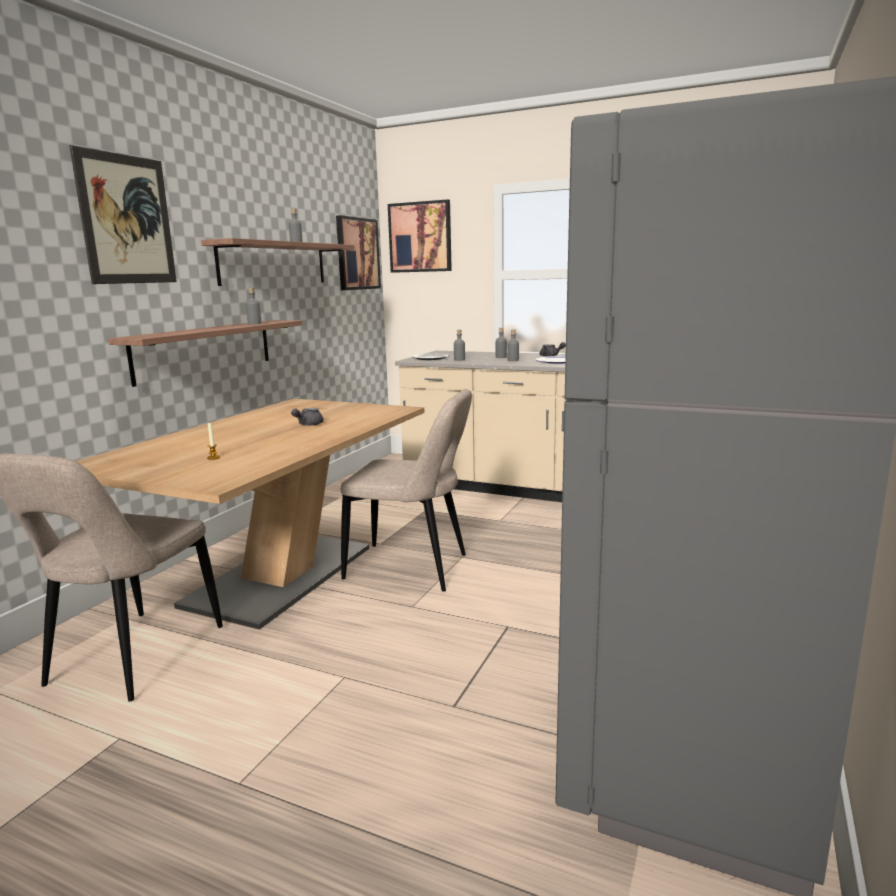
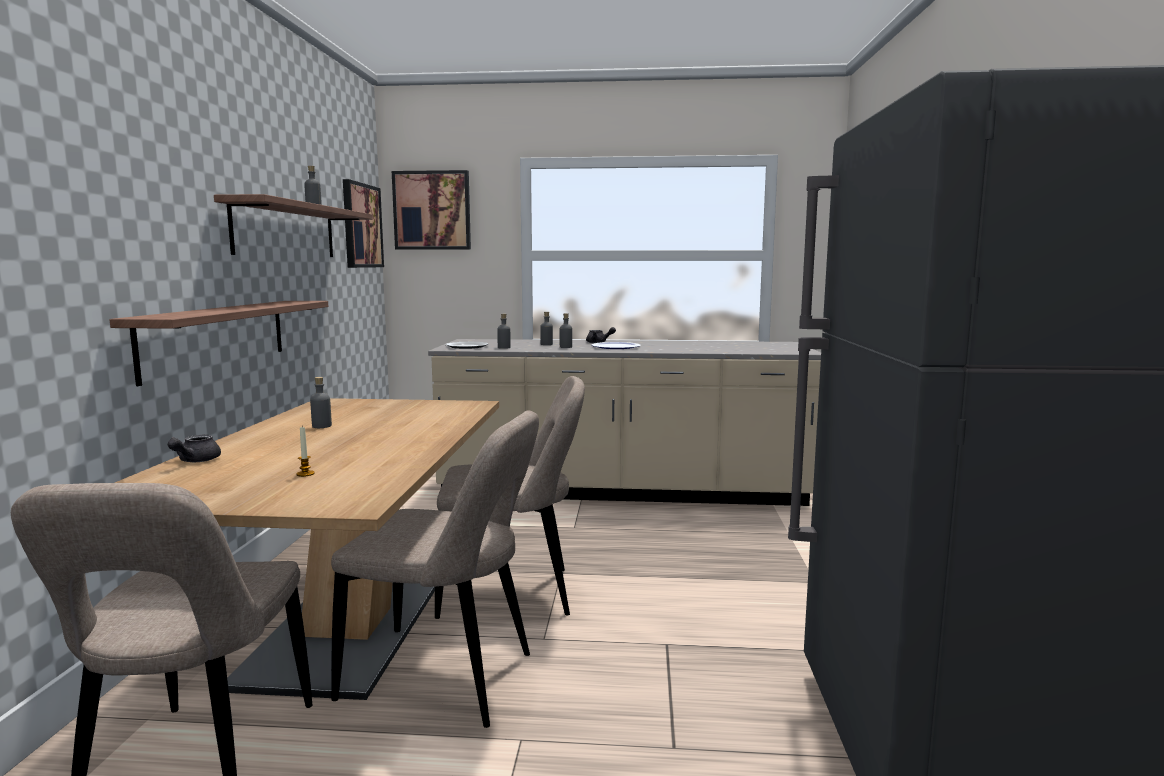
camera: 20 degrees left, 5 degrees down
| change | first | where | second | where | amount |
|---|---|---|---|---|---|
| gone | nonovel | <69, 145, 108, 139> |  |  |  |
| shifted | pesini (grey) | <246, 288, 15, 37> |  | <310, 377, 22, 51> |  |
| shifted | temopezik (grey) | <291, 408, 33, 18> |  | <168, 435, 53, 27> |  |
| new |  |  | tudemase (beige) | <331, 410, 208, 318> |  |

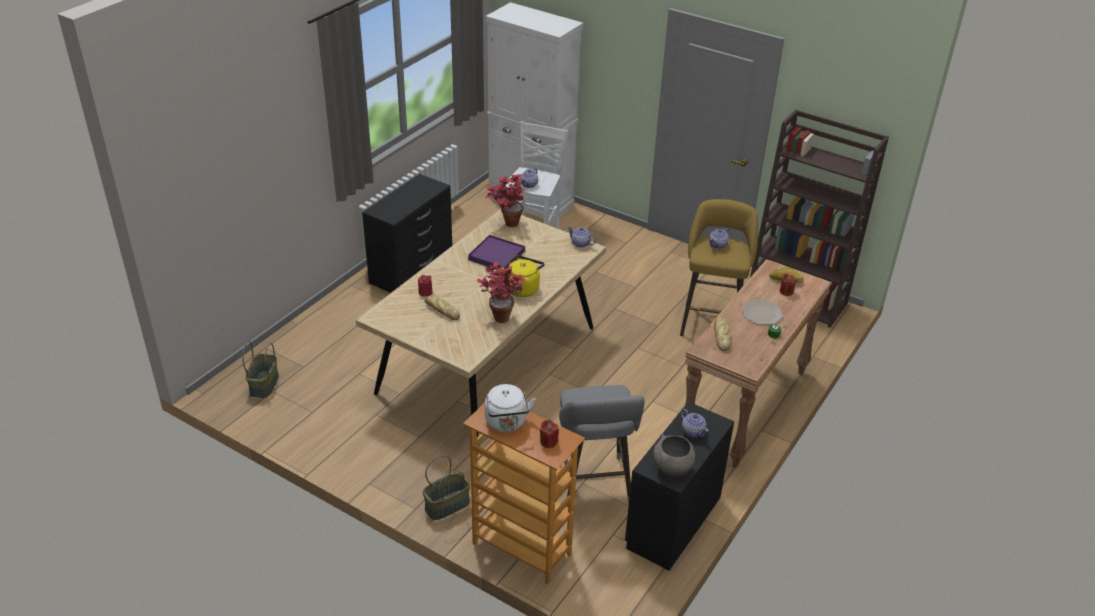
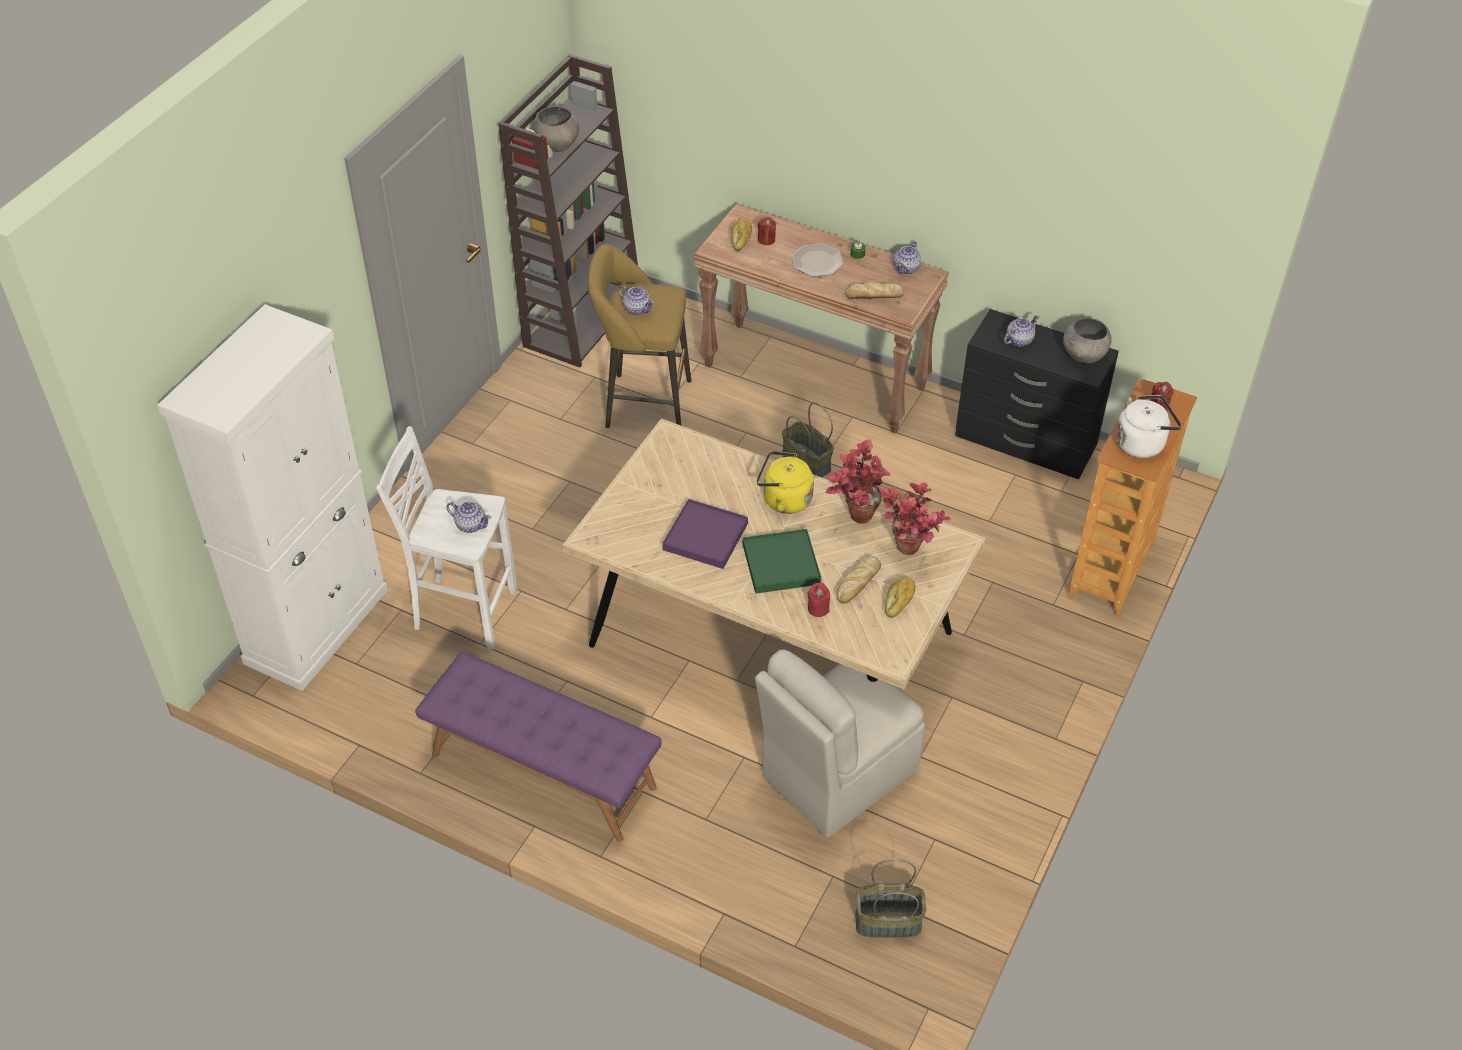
camera: 95 degrees left, 10 degrees up
| change | first | where | second | where | amount |
|---|---|---|---|---|---|
| swapped | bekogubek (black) | <362, 174, 90, 119> | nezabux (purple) | <415, 652, 246, 190> |  |
| shifted | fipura | <423, 455, 47, 65> |  | <782, 402, 52, 76> |  |
| shifted | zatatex | <486, 174, 39, 53> |  | <879, 483, 72, 72> |  |
| gone | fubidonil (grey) | <559, 385, 86, 122> |  |  |  |
| shifted | temopezik | <567, 227, 29, 21> |  | <893, 241, 28, 34> |  |
| new |  |  | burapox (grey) | <533, 103, 46, 49> |  |
| new |  |  | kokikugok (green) | <743, 529, 78, 65> |  |
| new |  |  | tudemase (beige) | <755, 649, 170, 189> |  |
| new |  |  | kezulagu | <885, 577, 30, 41> |  |

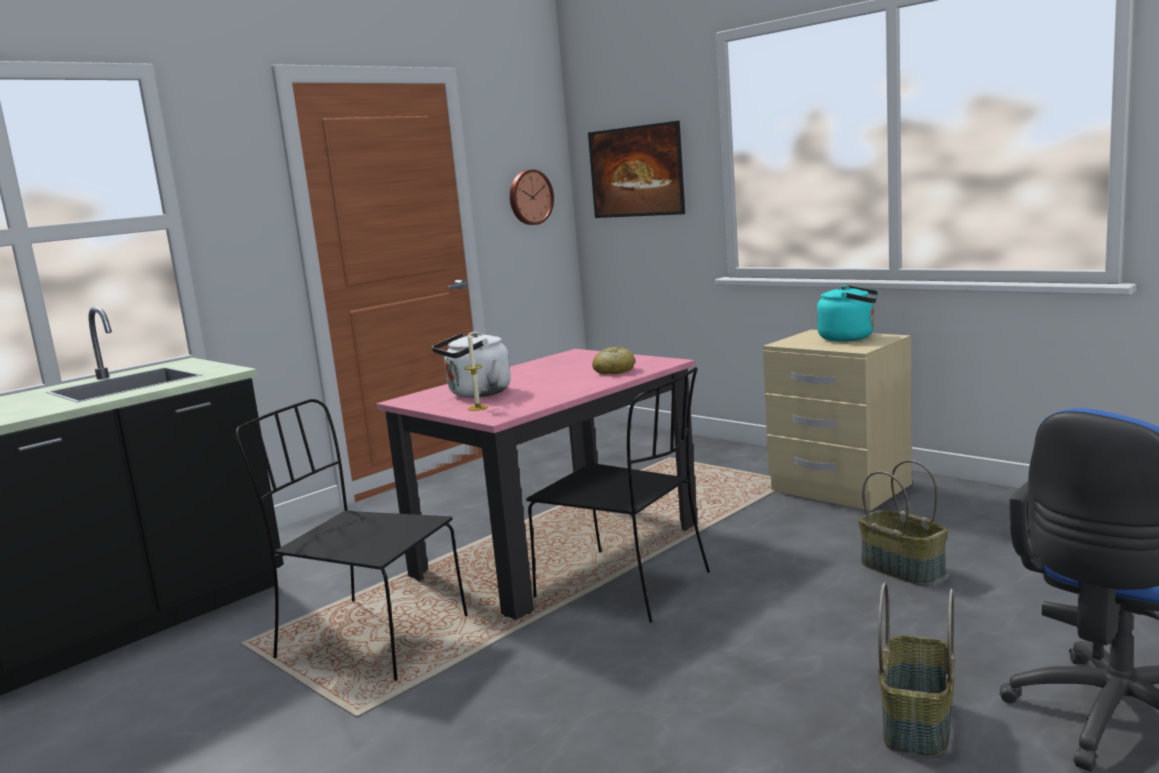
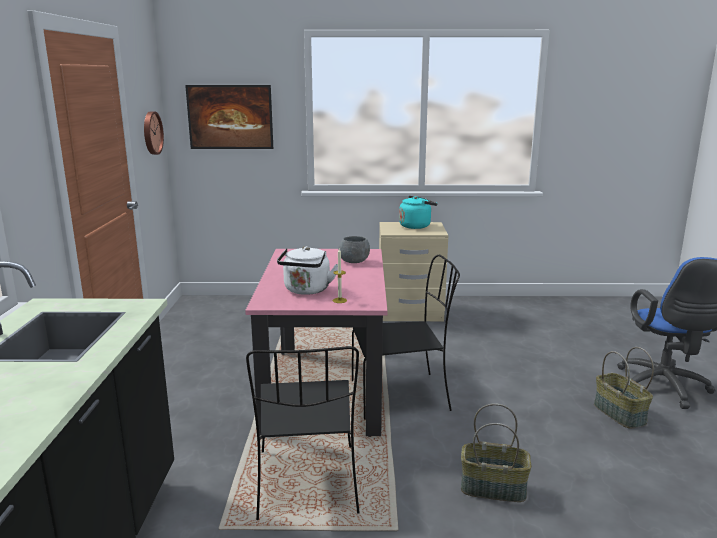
camera: 45 degrees left, 5 degrees up
| change | first | where | second | where | amount |
|---|---|---|---|---|---|
| rotated | tudemase (black) | <236, 399, 232, 282> |  | <246, 346, 114, 174> | 75 degrees counterclockwise |
| swapped | kezulagu | <592, 346, 43, 28> | burapox (grey) | <338, 236, 32, 27> |  |
| shifted | fipura | <858, 460, 90, 126> |  | <461, 403, 70, 99> |  |

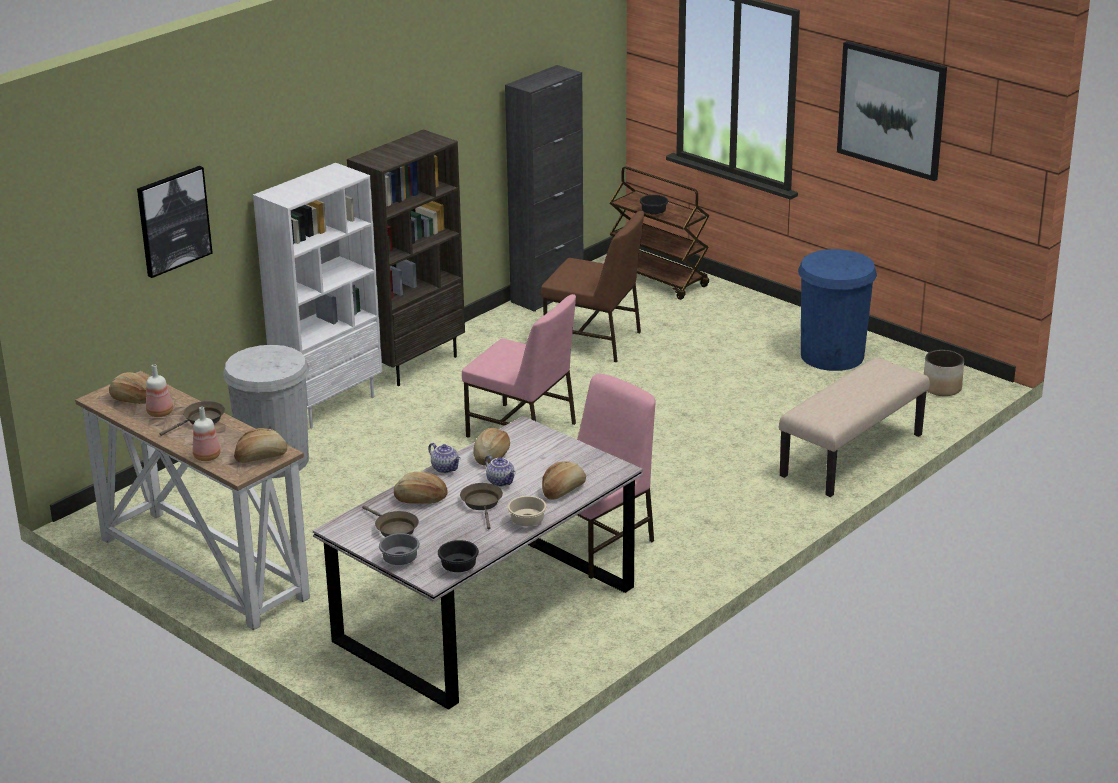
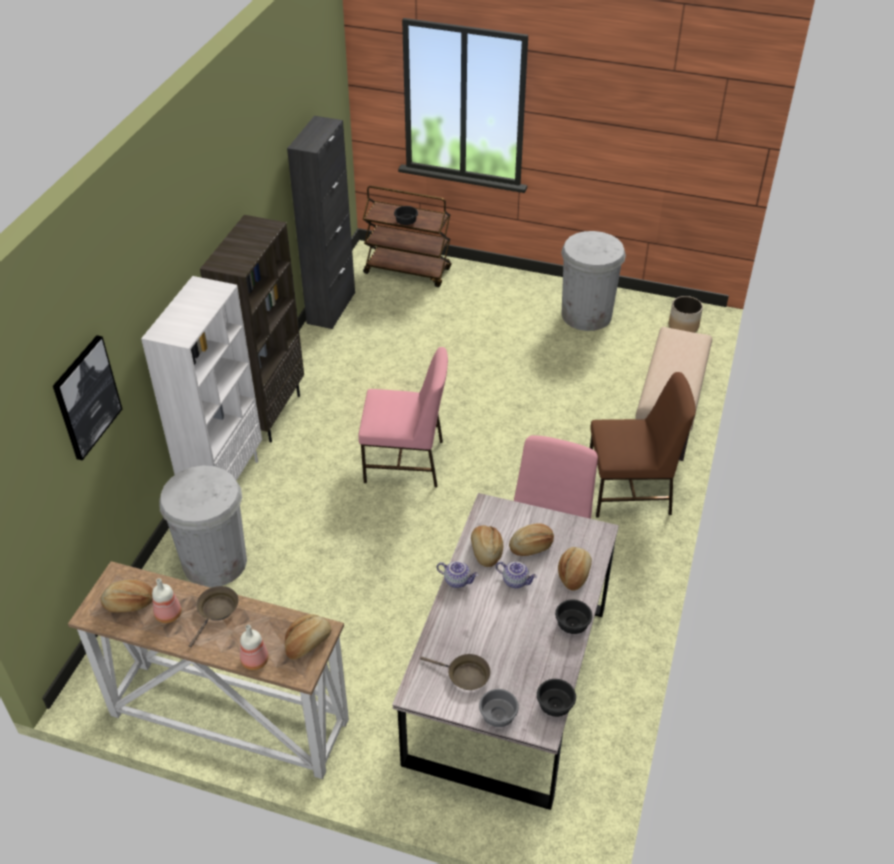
camera: 25 degrees left, 15 degrees up
| change | first | where | second | where | amount |
|---|---|---|---|---|---|
| shifted | kezulagu | <394, 472, 54, 31> |  | <509, 524, 45, 32> |  |
| gone | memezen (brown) | <460, 483, 43, 47> |  |  |  |
| repainted | burapox (beige) | <507, 496, 40, 30> | burapox (black) | <555, 599, 38, 35> |  |
| shifted | tudemase (brown) | <541, 211, 103, 151> |  | <590, 372, 106, 145> |  |
| repainted | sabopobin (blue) | <798, 249, 79, 122> | sabopobin (white) | <561, 231, 65, 100> |  |
| gone | nonovel | <837, 41, 110, 140> |  |  |  |

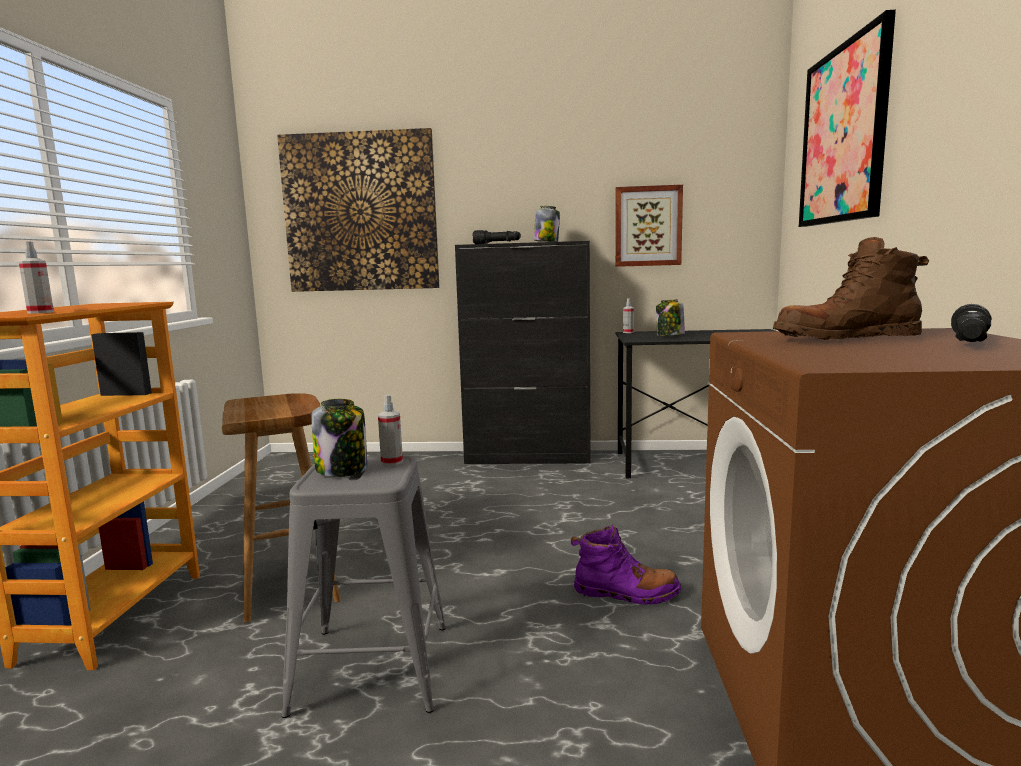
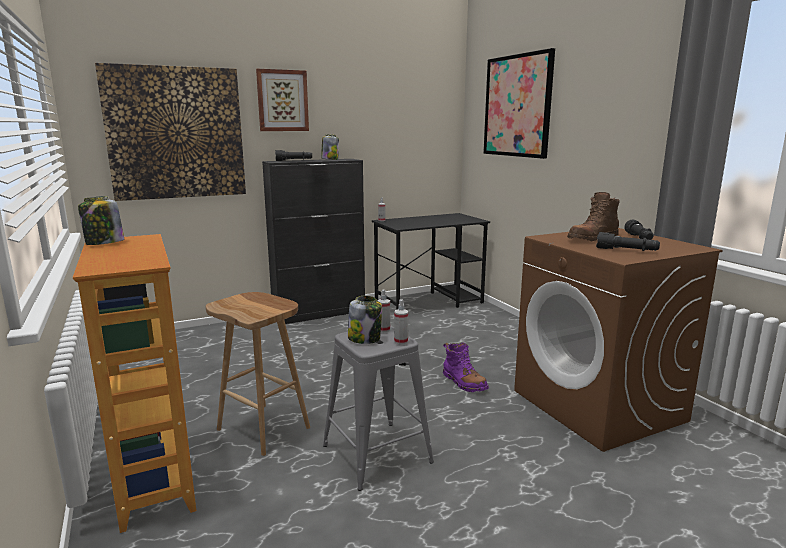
camera: 30 degrees left, 5 degrees up
| change | first | where | second | where | amount |
|---|---|---|---|---|---|
| shifted | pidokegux | <18, 241, 36, 73> |  | <394, 299, 14, 45> |  |
| rotated | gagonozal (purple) | <571, 524, 111, 81> |  | <443, 342, 46, 50> | 75 degrees clockwise |
| shifted | nonovel | <615, 185, 68, 82> |  | <256, 69, 53, 62> |  |
| shifted | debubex | <656, 299, 29, 37> |  | <78, 196, 46, 49> |  |
| new |  |  | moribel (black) | <596, 232, 64, 19> |  |

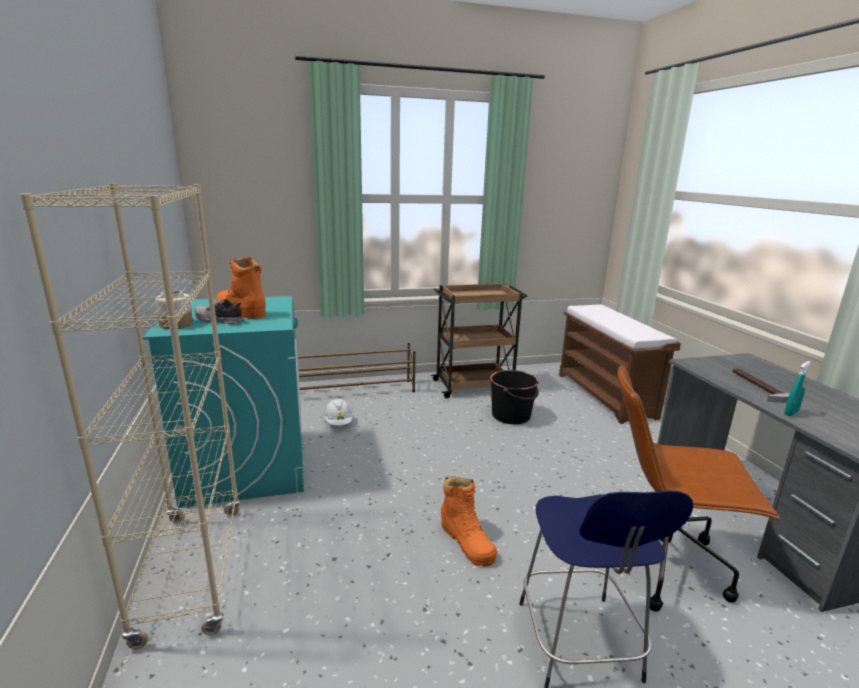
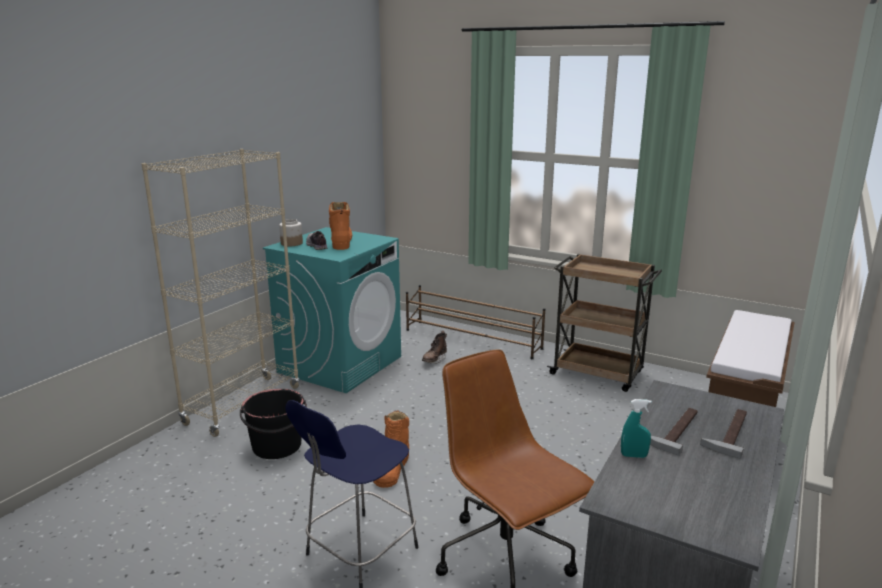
camera: 45 degrees right, 0 degrees up
| change | first | where | second | where | amount |
|---|---|---|---|---|---|
| swapped | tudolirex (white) | <324, 399, 28, 27> | gagonozal (brown) | <422, 331, 25, 33> |  |
| shifted | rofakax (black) | <490, 370, 49, 54> |  | <240, 389, 67, 70> |  |
| new |  |  | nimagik | <700, 409, 47, 50> |  |

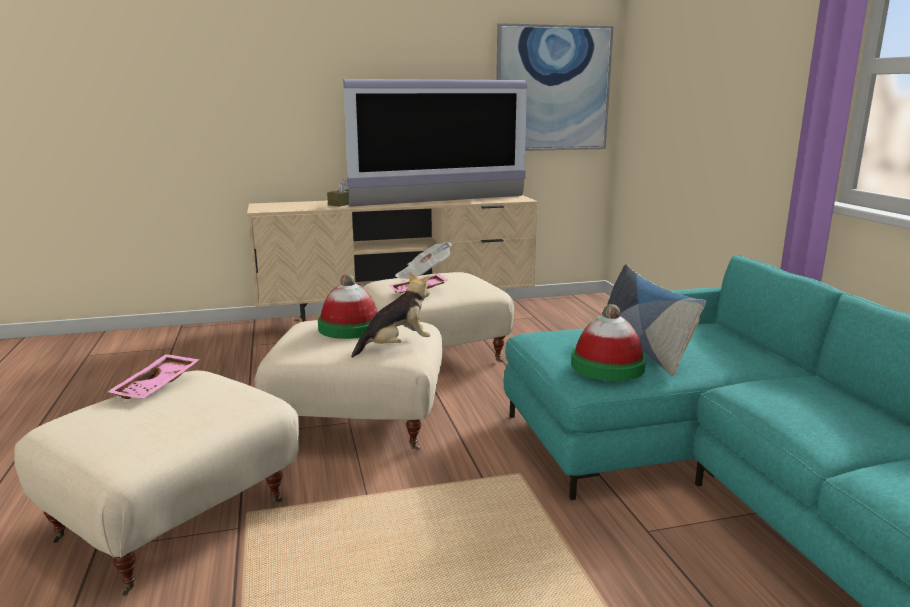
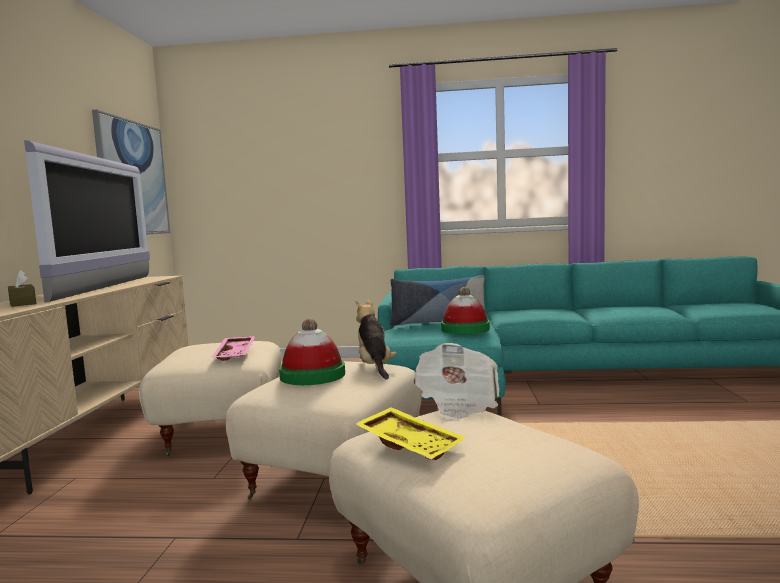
camera: 70 degrees left, 10 degrees down
| change | first | where | second | where | amount |
|---|---|---|---|---|---|
| repainted | kokikugok (pink) | <108, 354, 92, 45> | kokikugok (yellow) | <355, 407, 111, 53> |  |
| shifted | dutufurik | <395, 242, 57, 37> |  | <413, 343, 86, 77> |  |

